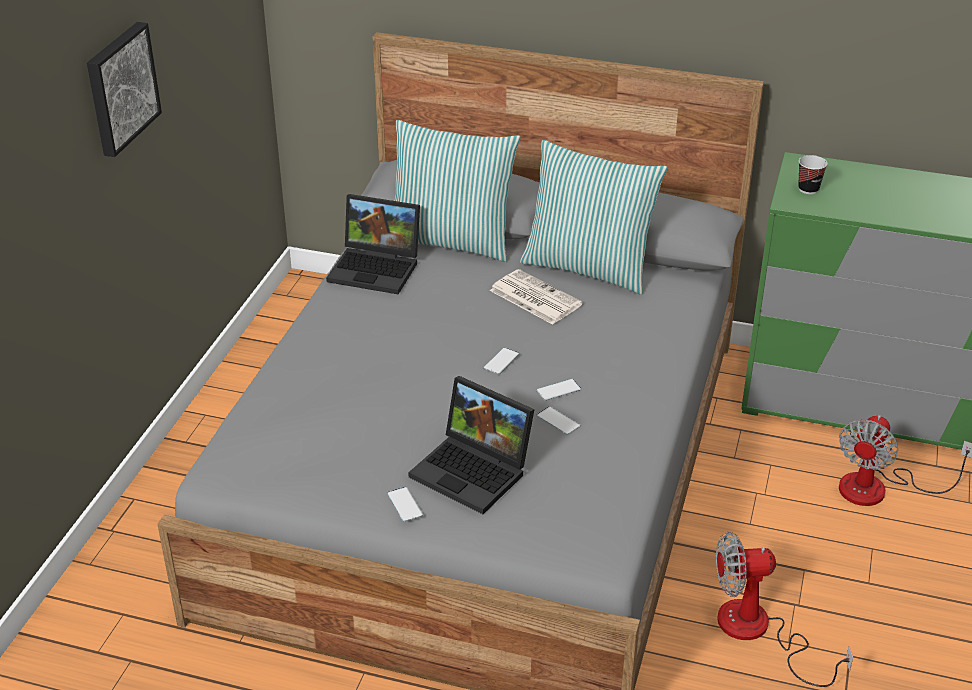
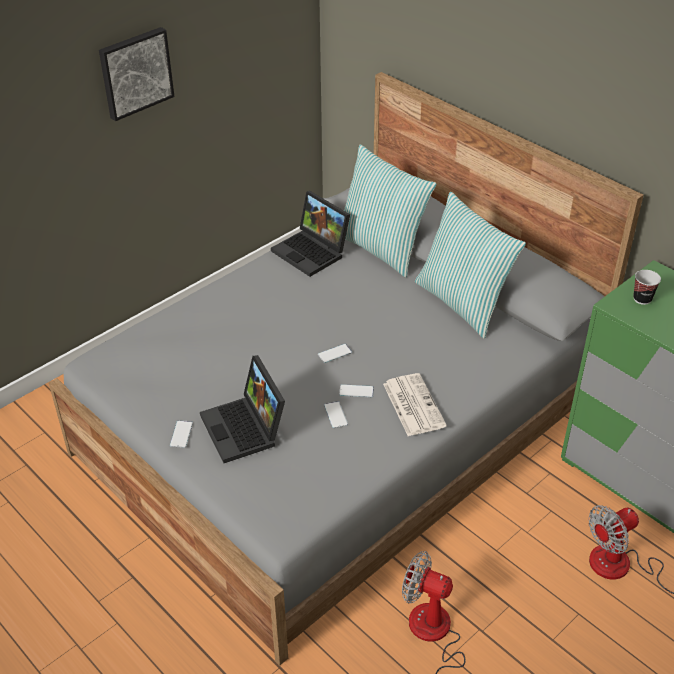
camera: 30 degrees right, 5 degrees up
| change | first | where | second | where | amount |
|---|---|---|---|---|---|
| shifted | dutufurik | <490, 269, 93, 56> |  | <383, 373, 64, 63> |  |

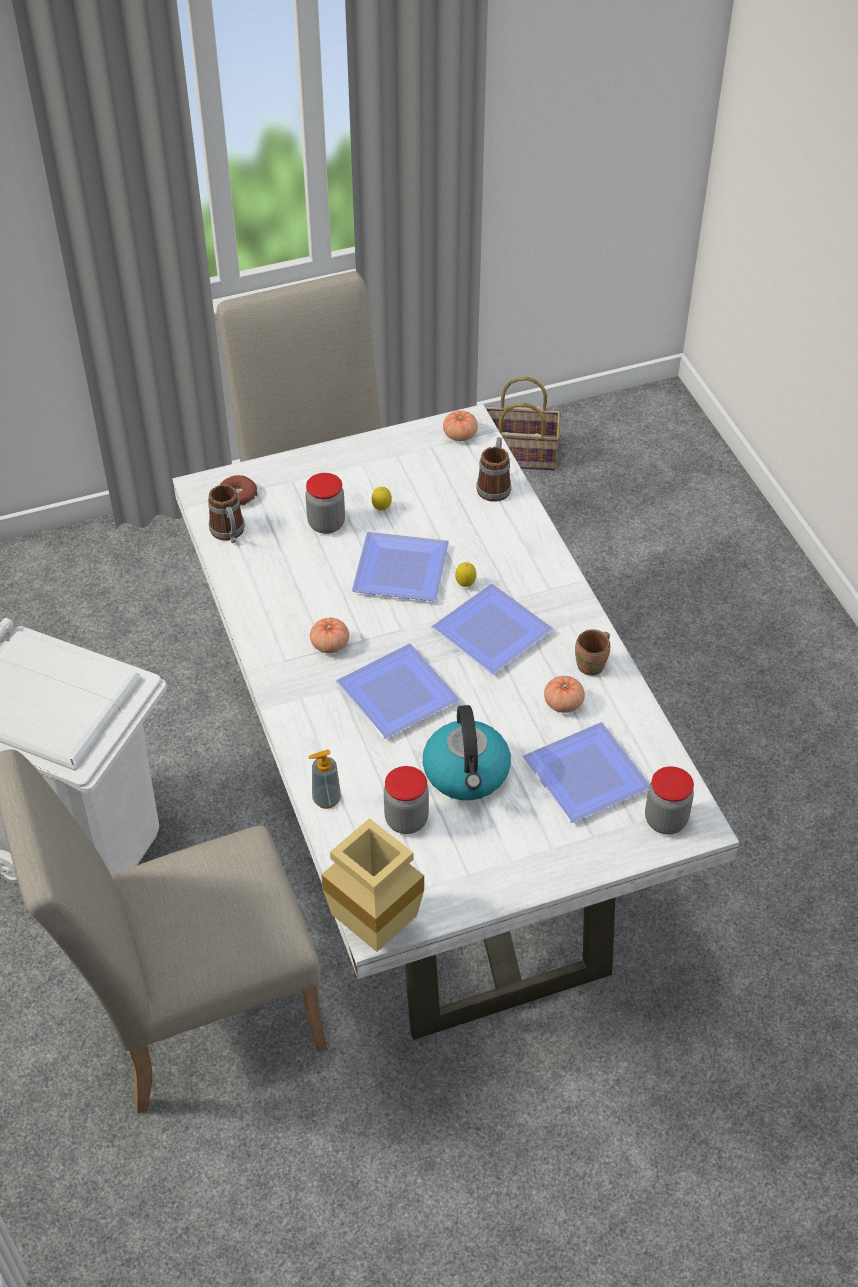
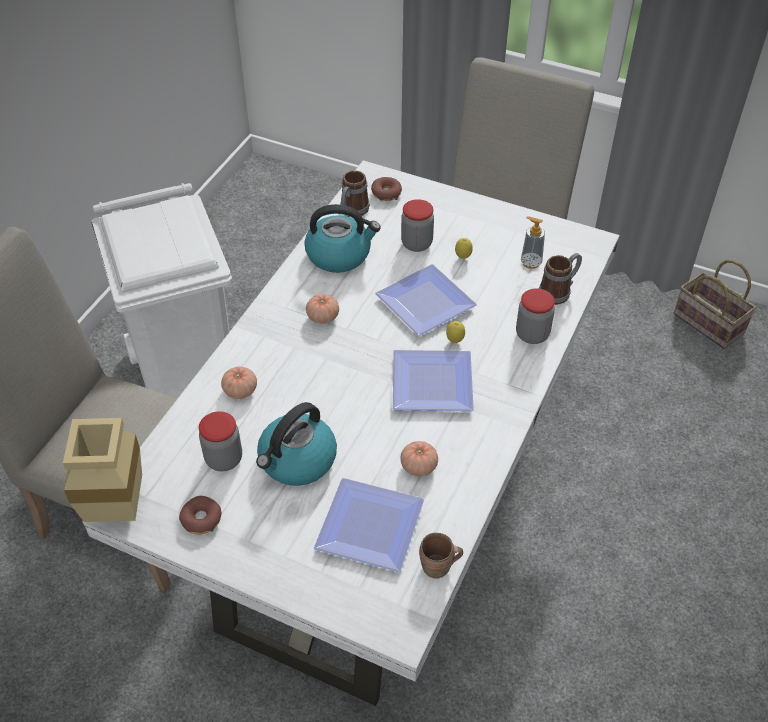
camera: 45 degrees right, 0 degrees up
| change | first | where | second | where | amount |
|---|---|---|---|---|---|
| shifted | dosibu | <308, 750, 33, 59> |  | <521, 216, 24, 53> |  |
| gone | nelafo | <336, 644, 123, 95> |  |  |  |
| shifted | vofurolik | <443, 410, 35, 31> |  | <221, 367, 36, 32> |  |
| shifted | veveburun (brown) | <575, 629, 35, 47> |  | <419, 533, 44, 46> |  |
| shifted | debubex | <645, 766, 49, 68> |  | <516, 289, 39, 55> |  |
| new |  |  | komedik | <179, 496, 42, 39> |  |
| new |  |  | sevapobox | <304, 204, 77, 69> |  |

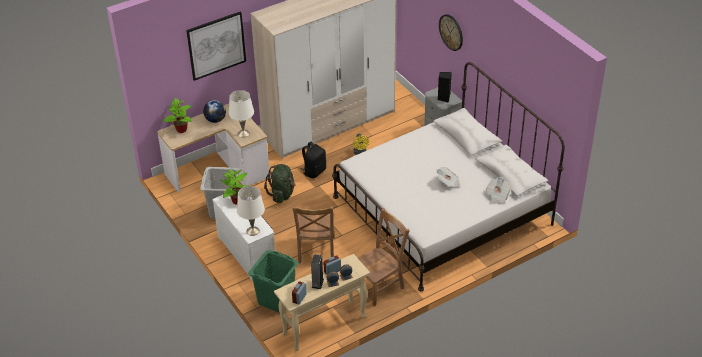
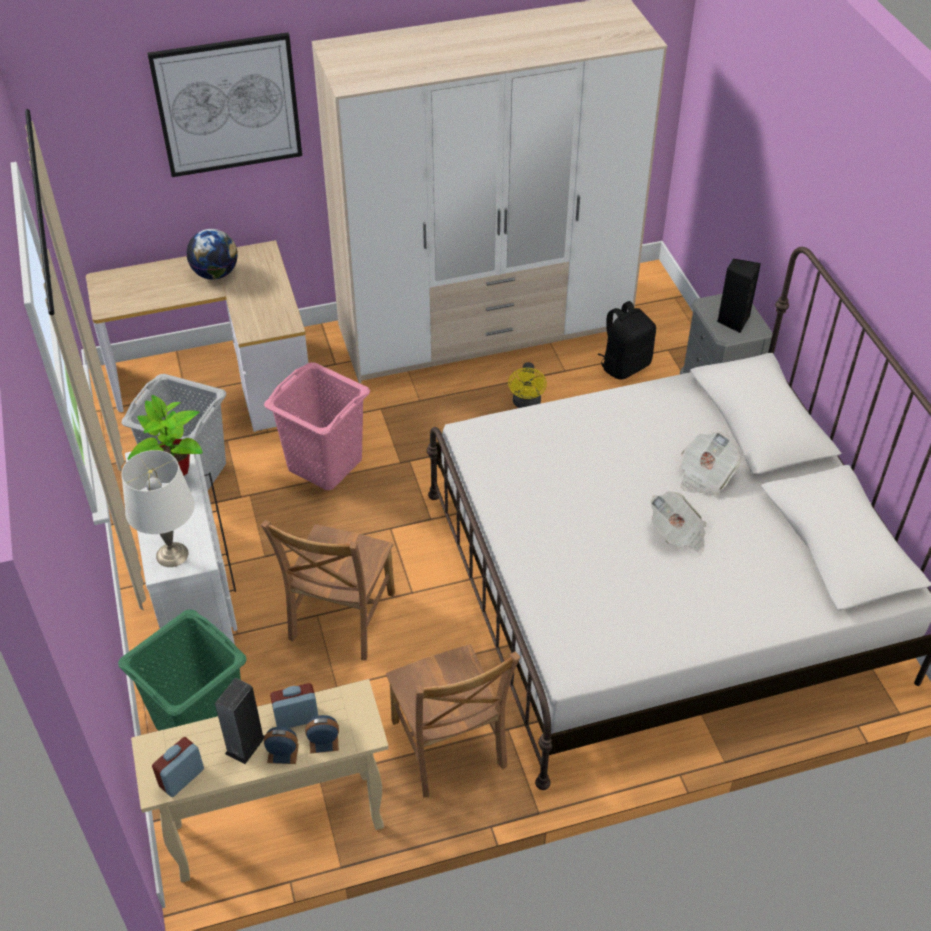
camera: 15 degrees right, 5 degrees up
| change | first | where | second | where | amount |
|---|---|---|---|---|---|
| gone | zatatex | <163, 98, 29, 35> |  |  |  |
| gone | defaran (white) | <229, 90, 25, 48> |  |  |  |
| swapped | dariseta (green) | <264, 164, 32, 39> | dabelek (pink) | <264, 362, 106, 128> |  |
| shifted | dariseta (black) | <301, 141, 25, 37> |  | <598, 301, 58, 79> |  |
| rotated | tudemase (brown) | <358, 208, 52, 98> |  | <386, 644, 135, 154> | 90 degrees clockwise |
| gone | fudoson | <439, 14, 24, 37> |  |  |  |
| shifted | dutufurik | <486, 177, 25, 27> |  | <680, 432, 61, 63> |  |

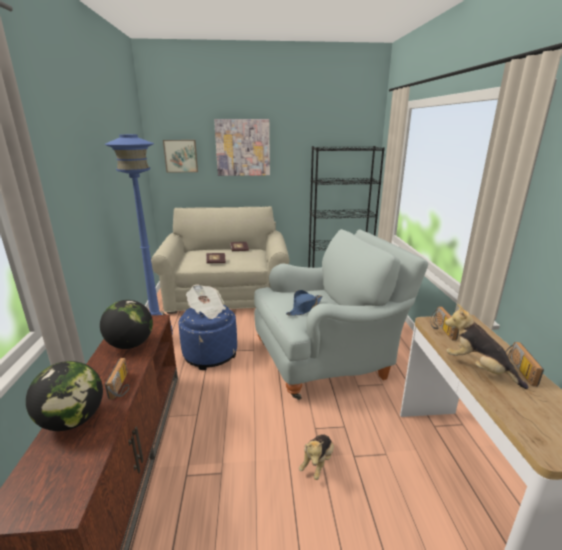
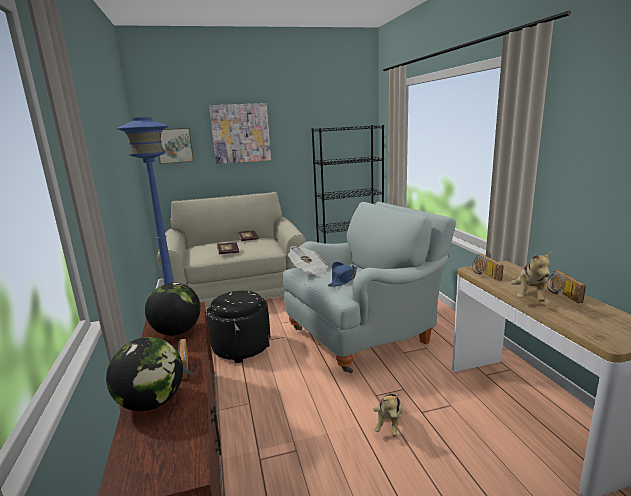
camera: 10 degrees left, 5 degrees down
| change | first | where | second | where | amount |
|---|---|---|---|---|---|
| repainted | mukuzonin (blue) | <178, 305, 59, 65> | mukuzonin (black) | <206, 291, 64, 72> |  |
| shifted | dutufurik | <186, 284, 40, 35> |  | <288, 246, 40, 31> |  |
| rotated | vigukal | <445, 304, 83, 85> |  | <511, 251, 41, 51> | 105 degrees counterclockwise |

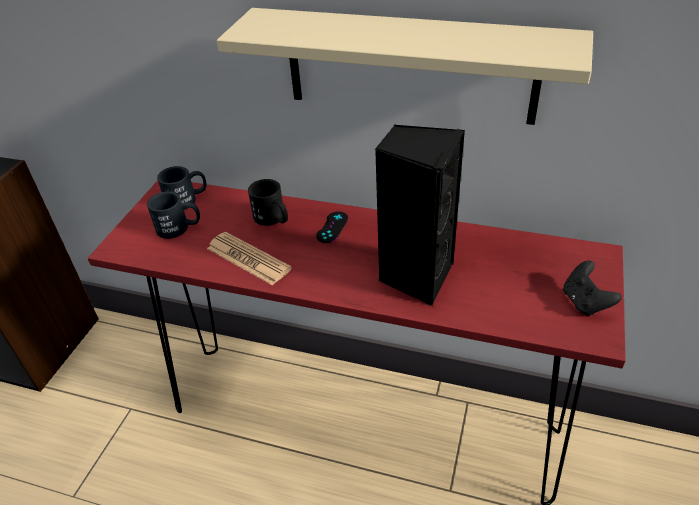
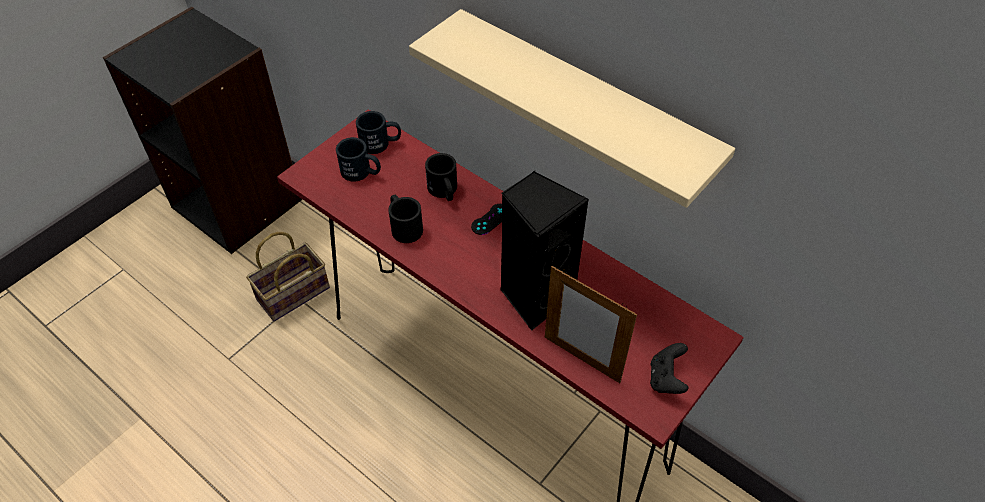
camera: 20 degrees right, 10 degrees up
| change | first | where | second | where | amount |
|---|---|---|---|---|---|
| swapped | dutufurik | <207, 232, 85, 54> | veveburun (black) | <388, 195, 35, 48> |  |
| new |  |  | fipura | <246, 232, 84, 89> |  |
| new |  |  | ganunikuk | <545, 266, 92, 117> |  |

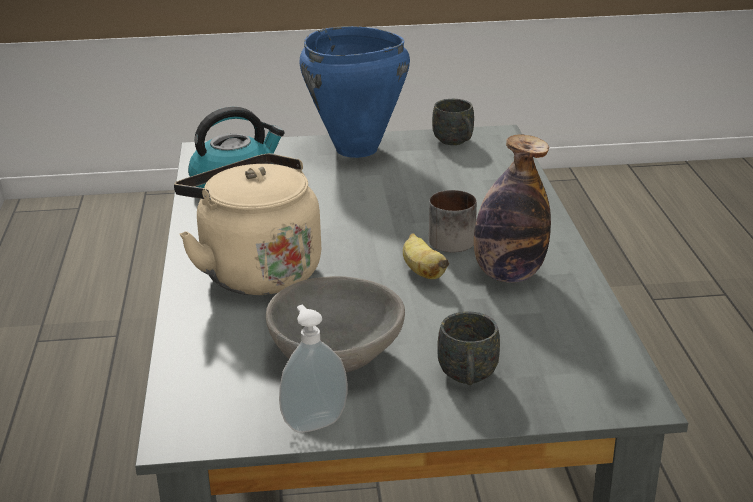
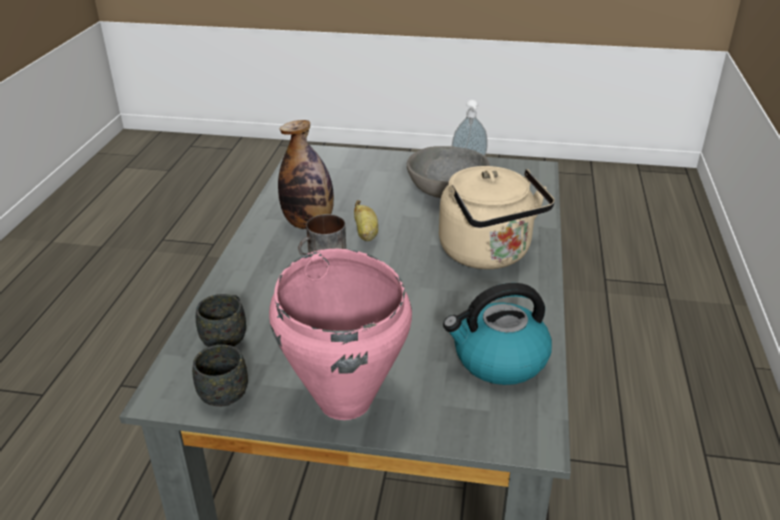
camera: 165 degrees left, 5 degrees up
| change | first | where | second | where | amount |
|---|---|---|---|---|---|
| repainted | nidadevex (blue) | <300, 26, 110, 132> | nidadevex (pink) | <269, 249, 143, 171> |  |
| shifted | veveburun (grey) | <437, 311, 63, 74> |  | <196, 294, 50, 53> |  |

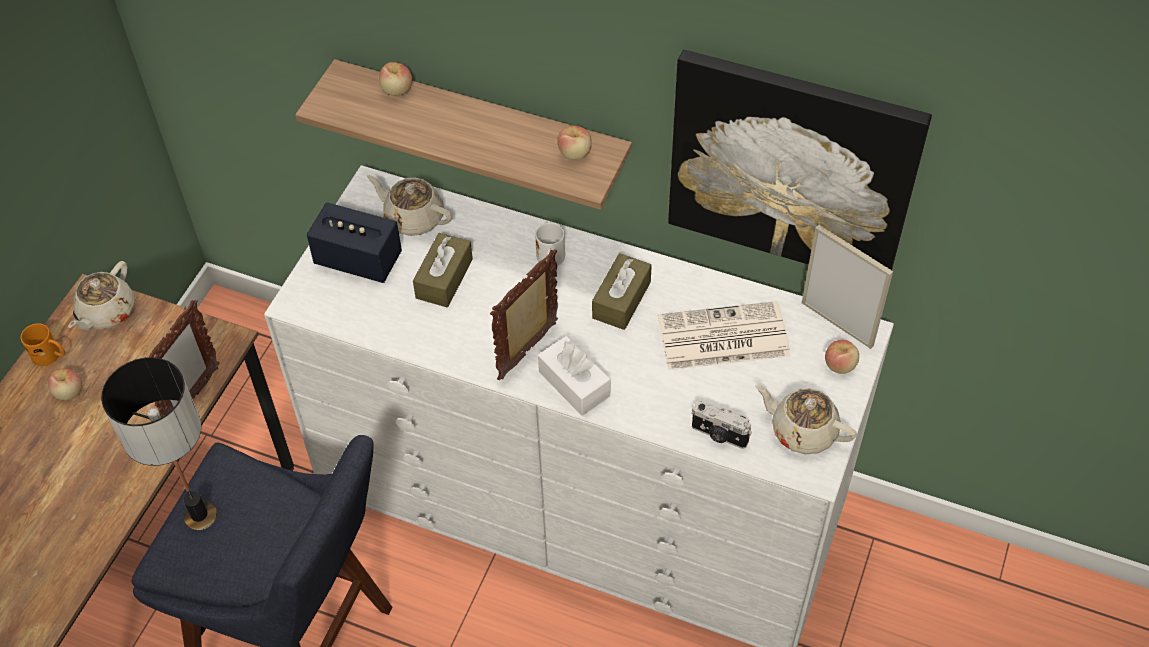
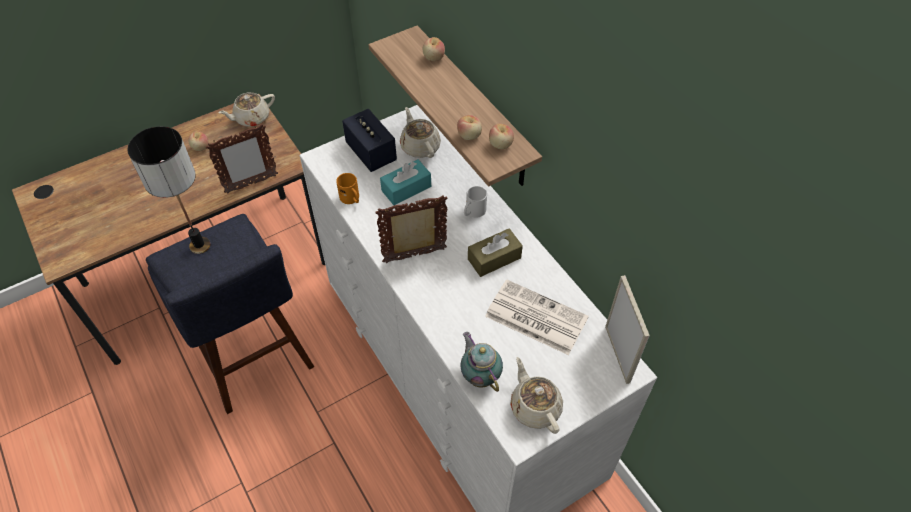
camera: 35 degrees right, 0 degrees up
| change | first | where | second | where | amount |
|---|---|---|---|---|---|
| shifted | veveburun (orange) | <21, 323, 44, 43> |  | <336, 173, 23, 31> |  |
| repainted | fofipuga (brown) | <413, 233, 60, 74> | fofipuga (turquoise) | <380, 159, 51, 46> |  |
| gone | fofipuga (white) | <538, 336, 72, 80> |  |  |  |
| gone | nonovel | <668, 50, 264, 220> |  |  |  |
| swapped | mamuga | <692, 401, 60, 48> | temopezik | <461, 332, 42, 60> |  |
| shifted | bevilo | <825, 340, 34, 34> |  | <457, 115, 25, 25> |  |

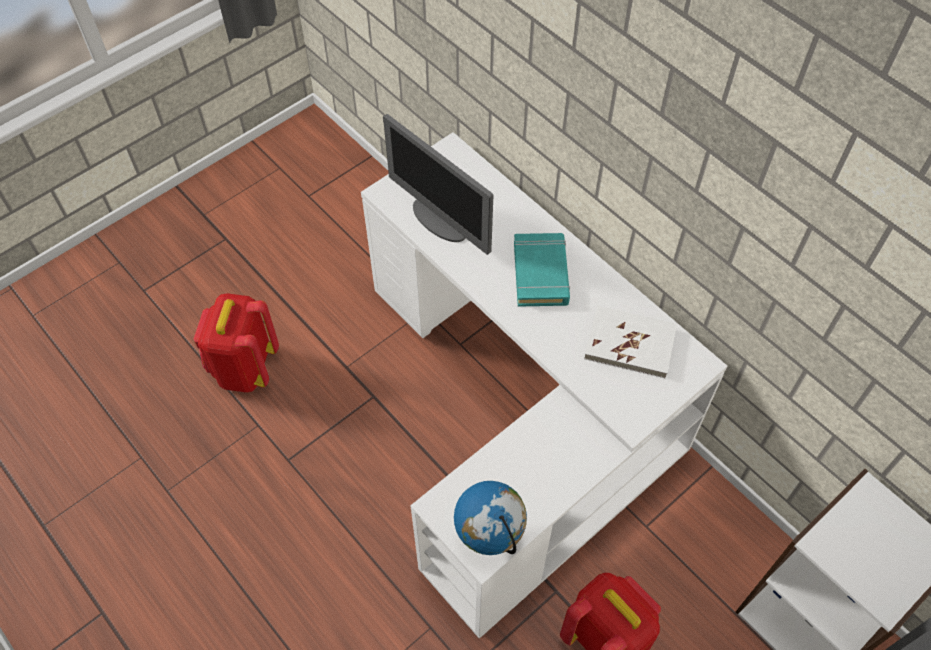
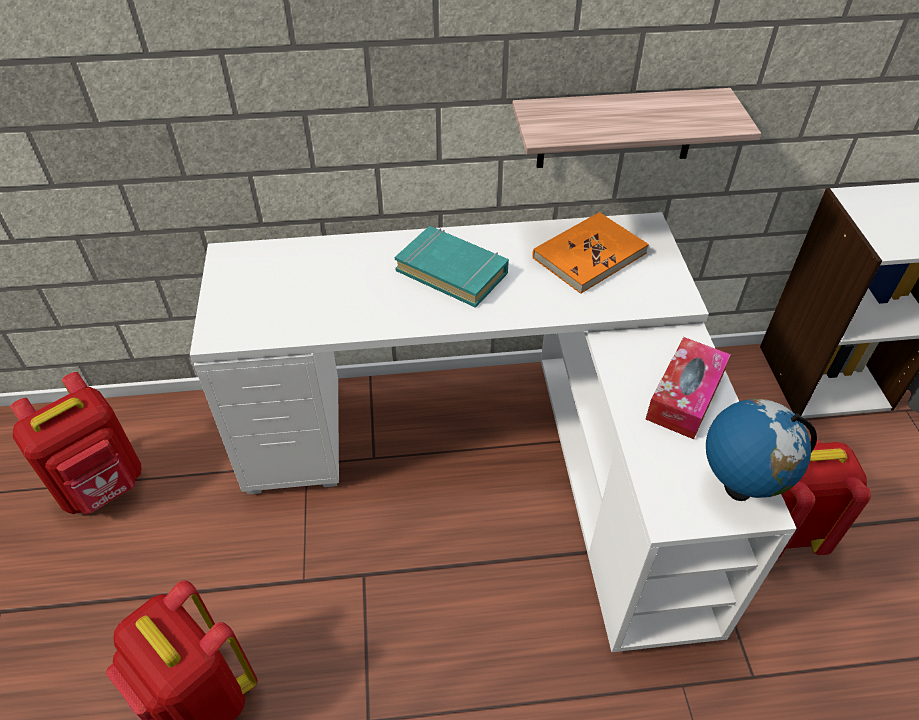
camera: 55 degrees left, 10 degrees down
| change | first | where | second | where | amount |
|---|---|---|---|---|---|
| gone | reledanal | <383, 114, 110, 141> |  |  |  |
| repainted | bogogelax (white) | <584, 306, 93, 73> | bogogelax (orange) | <532, 212, 117, 82> |  |
| new |  |  | dariseta (red) | <10, 372, 132, 142> |  |
| new |  |  | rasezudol | <512, 88, 249, 80> |  |
| new |  |  | fofipuga | <645, 337, 86, 102> |  |

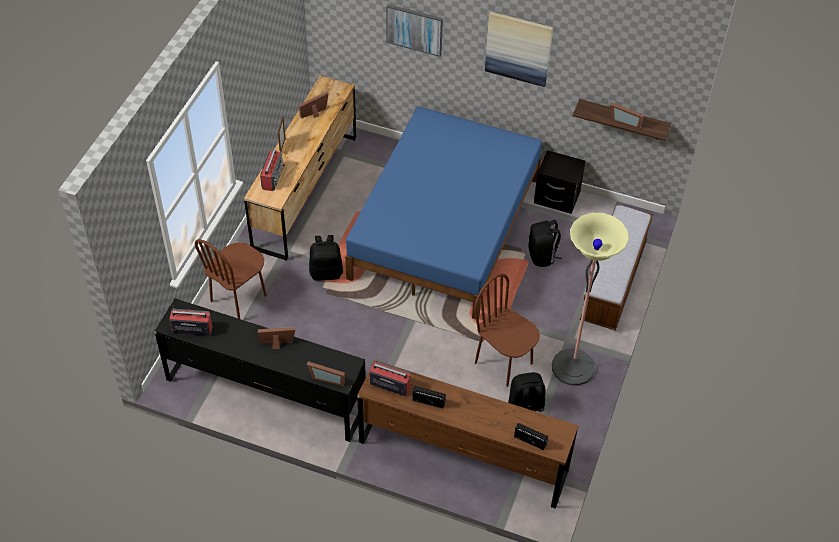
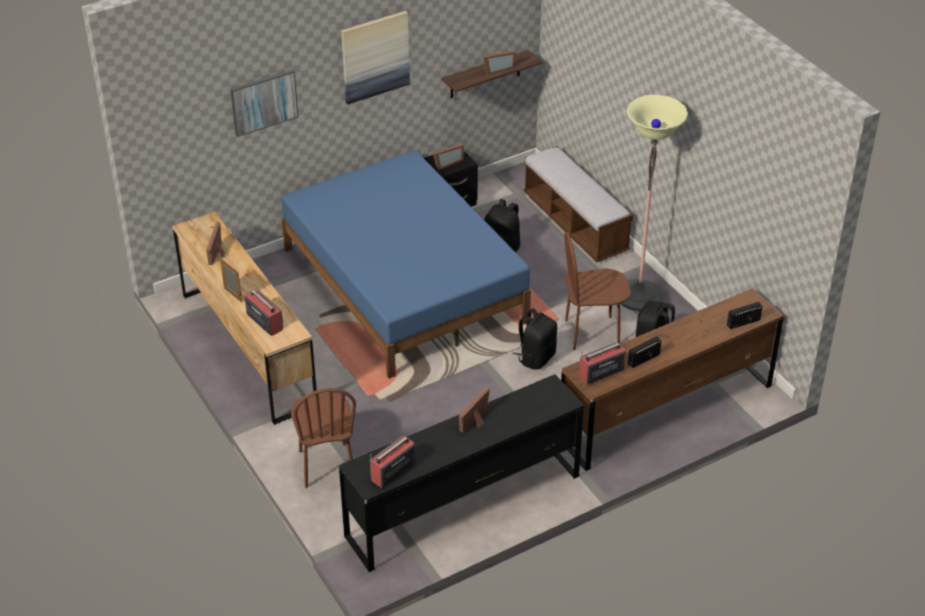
camera: 50 degrees left, 10 degrees down
| change | first | where | second | where | amount |
|---|---|---|---|---|---|
| shifted | ganunikuk | <307, 361, 38, 25> |  | <433, 144, 31, 26> |  |
| shifted | dariseta (black) | <309, 235, 34, 45> |  | <513, 308, 44, 62> |  |

